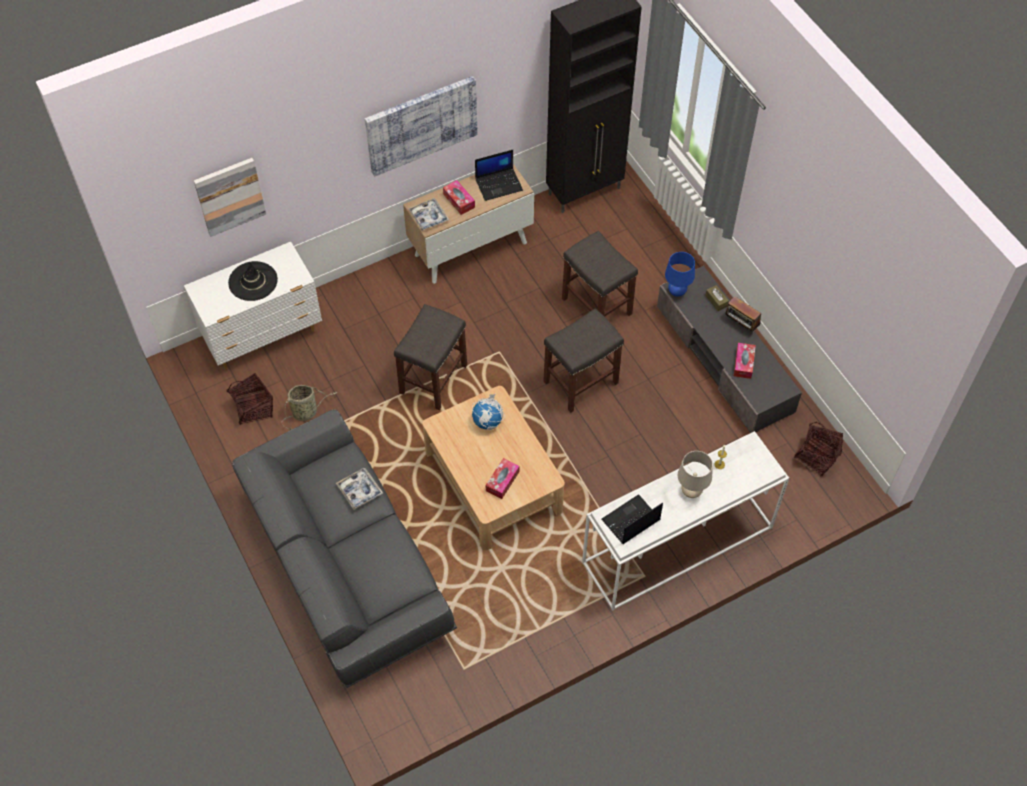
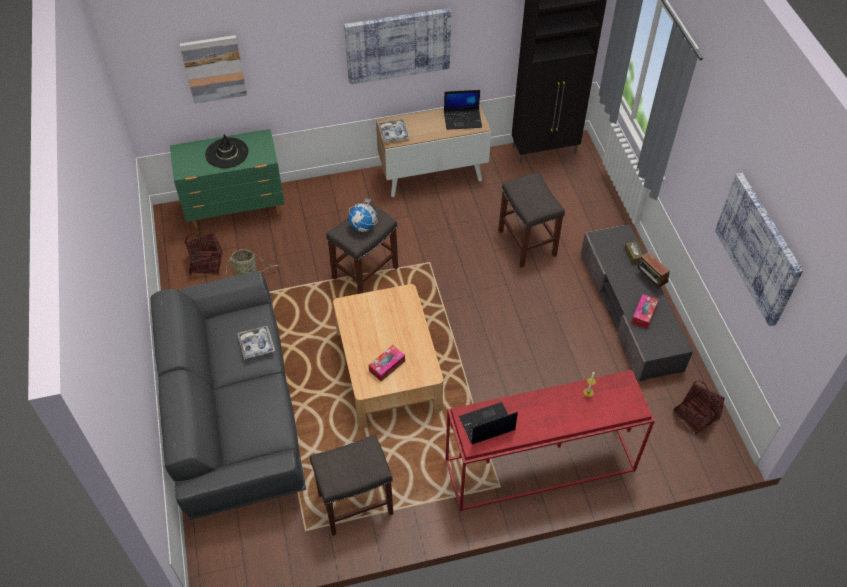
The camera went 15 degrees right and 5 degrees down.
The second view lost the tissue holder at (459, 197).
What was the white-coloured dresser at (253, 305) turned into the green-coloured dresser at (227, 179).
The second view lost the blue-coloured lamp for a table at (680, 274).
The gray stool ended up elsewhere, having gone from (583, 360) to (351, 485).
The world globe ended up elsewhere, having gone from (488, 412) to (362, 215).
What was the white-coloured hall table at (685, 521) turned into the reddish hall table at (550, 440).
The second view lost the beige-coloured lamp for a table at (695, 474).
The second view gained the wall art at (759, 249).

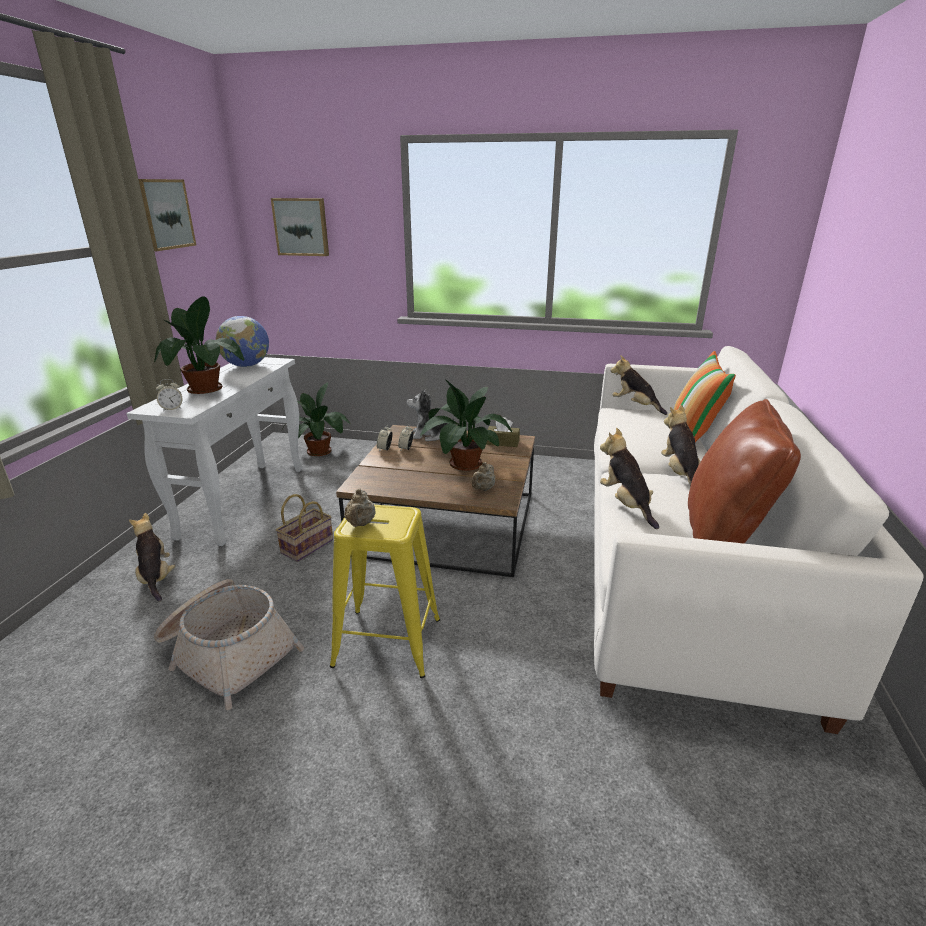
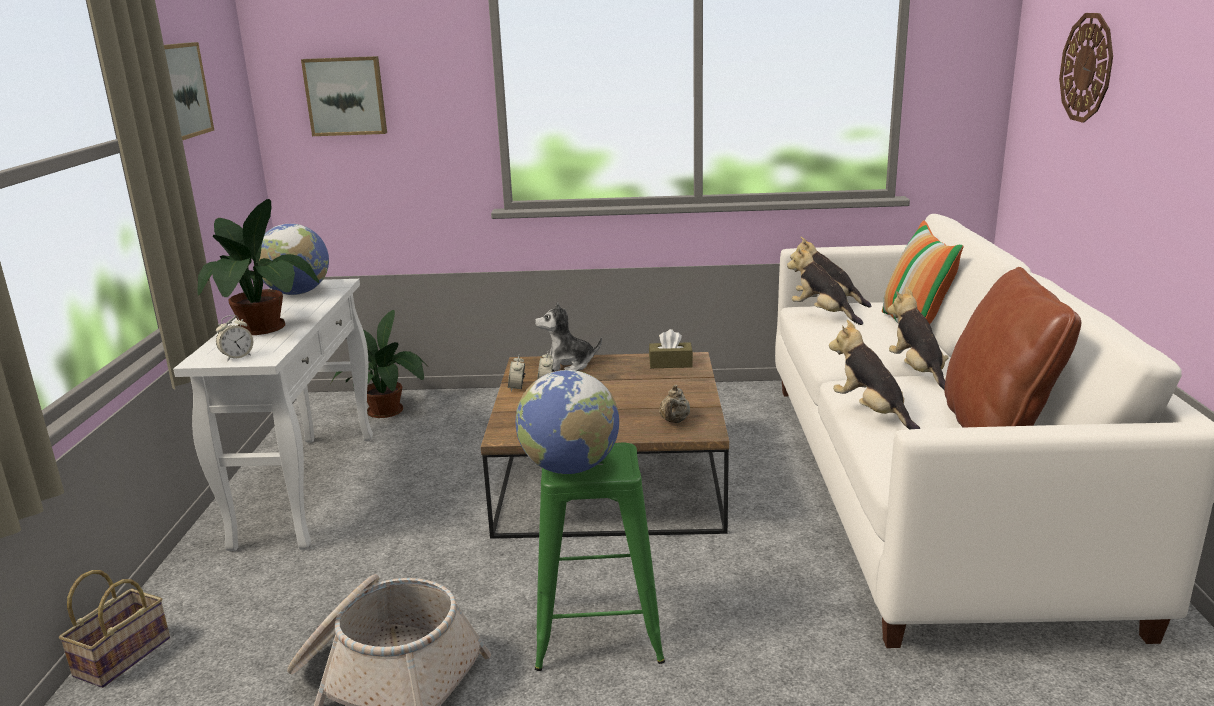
The camera went 10 degrees left and 5 degrees down.
The second view lost the potted plant at (466, 425).
Where the beige-coloured tea pot stood at (359, 507), the world globe came to stand at (567, 422).
The household basket ended up elsewhere, having gone from (304, 528) to (114, 629).
What was the yellowish stool at (385, 591) turned into the green-coloured stool at (600, 556).
The soft toy ended up elsewhere, having gone from (152, 557) to (825, 285).
The second view gained the hanging clock at (1086, 68).

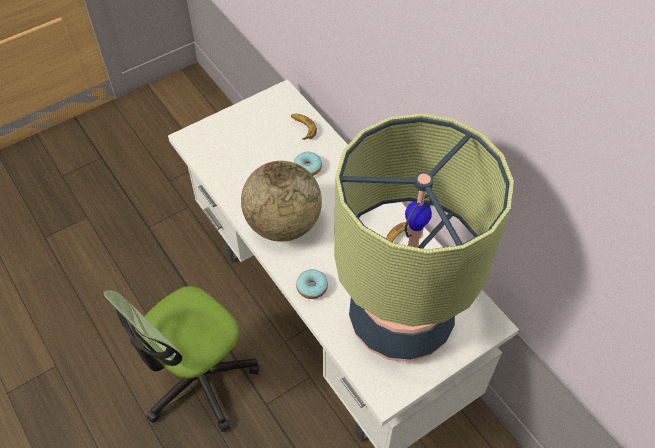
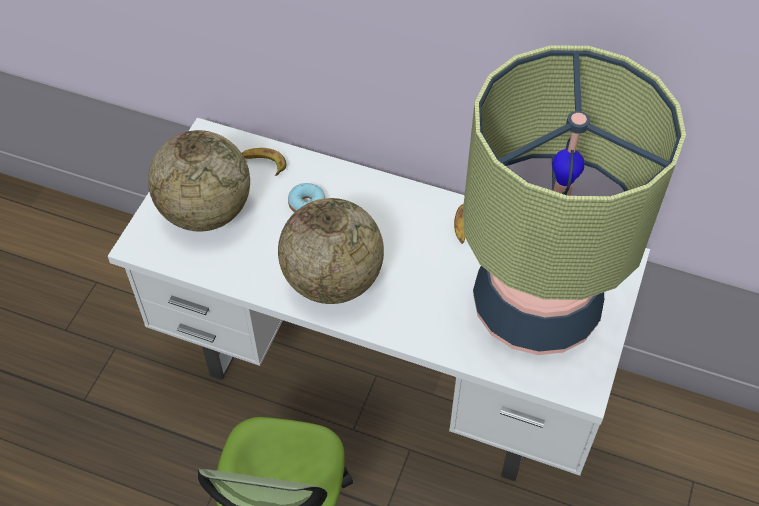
The camera went 35 degrees left and 0 degrees up.
The second view lost the doughnut at (312, 284).
The second view gained the world globe at (199, 181).

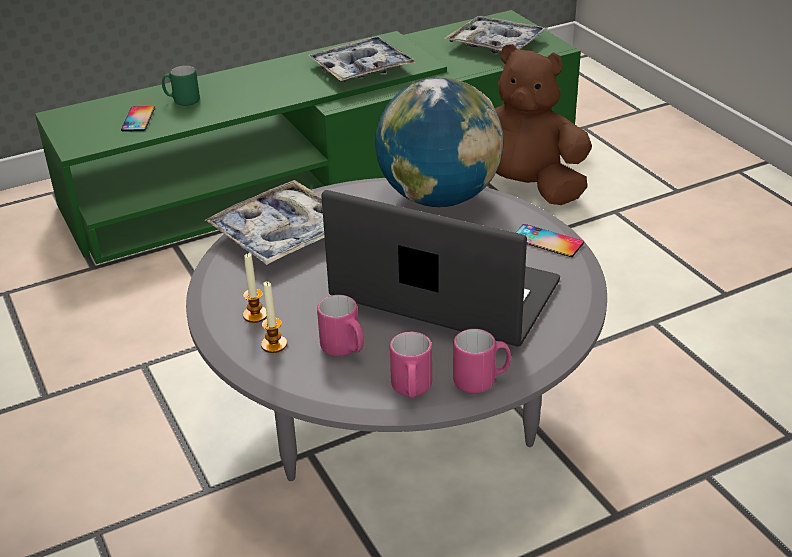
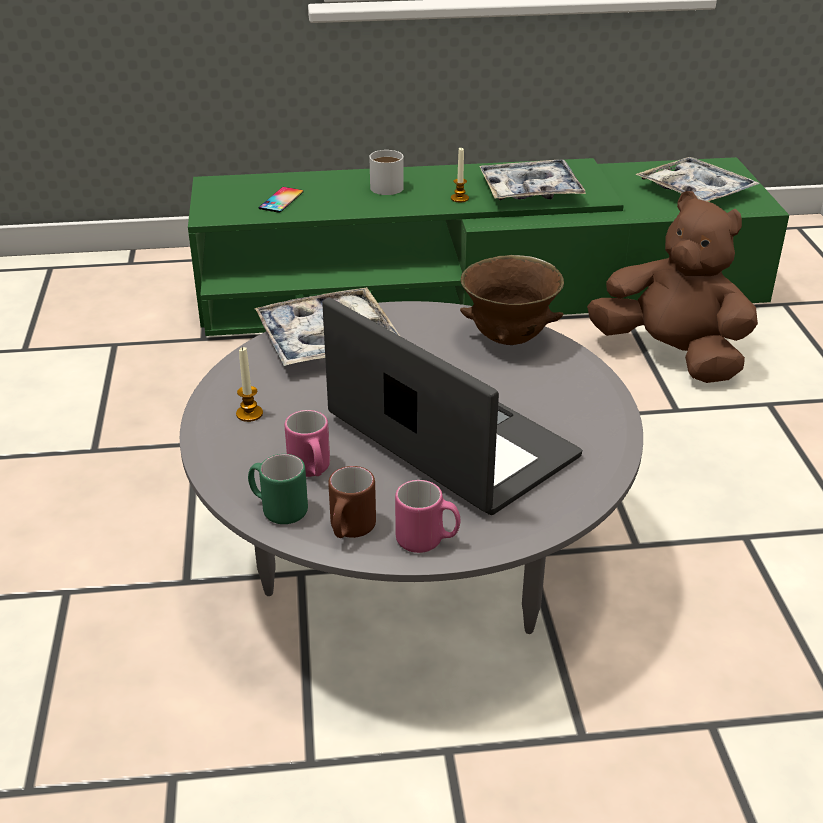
The camera went 20 degrees right and 0 degrees up.
The green-coloured mug ended up elsewhere, having gone from (181, 86) to (278, 489).
Where the world globe stood at (439, 142), the brown bowl came to stand at (512, 300).
The second view lost the phone at (549, 240).
The candle ended up elsewhere, having gone from (274, 317) to (460, 174).
What was the pinkish mug at (411, 365) turned into the brown mug at (352, 502).
The second view gained the white-coloured mug at (386, 172).

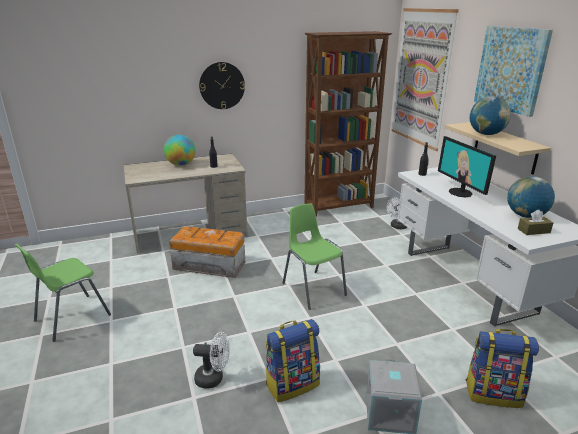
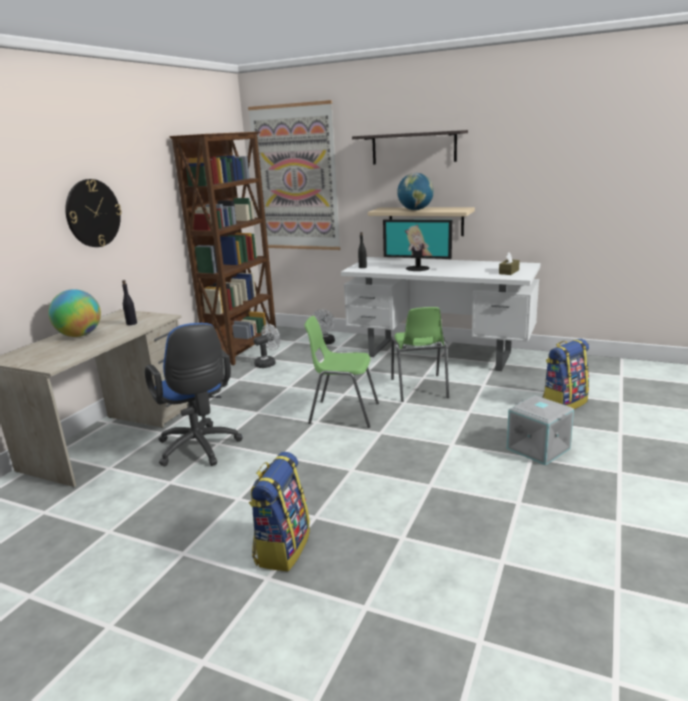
The camera went 45 degrees left and 5 degrees down.
Where the wall art hung at (513, 71), the shelf came to hang at (410, 147).
The second view lost the world globe at (531, 197).
Where the storage box stood at (207, 252), the blue-coloured computer chair came to stand at (193, 394).
The green-coloured chair ended up elsewhere, having gone from (63, 293) to (420, 354).
The backpack ended up elsewhere, having gone from (293, 360) to (279, 511).
The white-coloured cooling fan ended up elsewhere, having gone from (211, 360) to (267, 346).

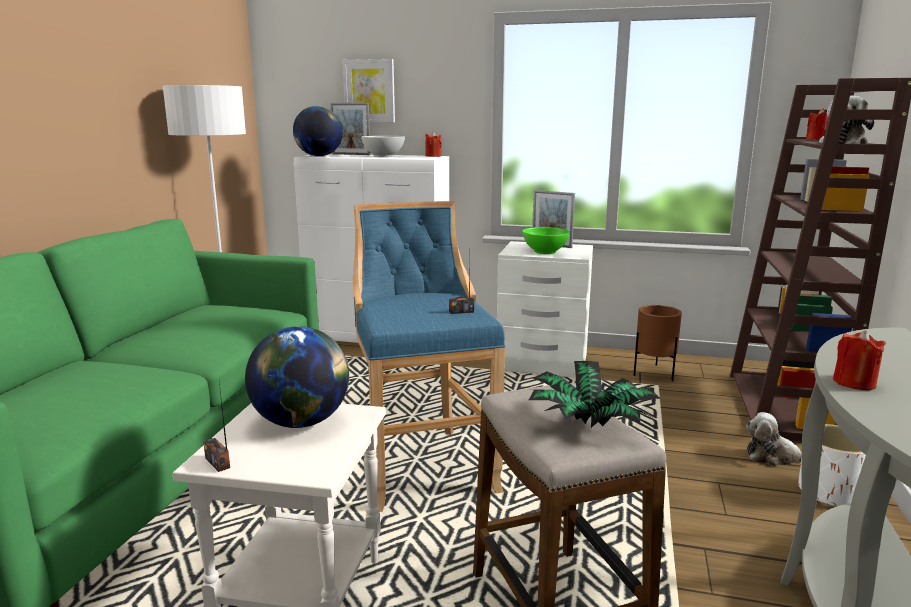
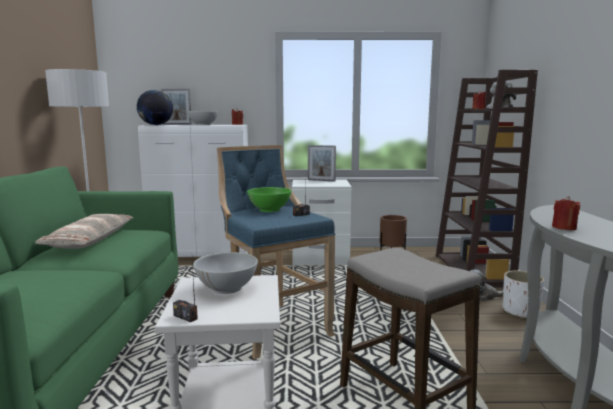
The camera went 15 degrees left and 5 degrees down.
The second view lost the wall art at (369, 91).
The green-coloured bowl ended up elsewhere, having gone from (546, 240) to (269, 199).
Where the world globe stood at (297, 377), the white-coloured bowl came to stand at (225, 273).
The second view lost the potted plant at (593, 394).
The second view gained the cushion at (84, 231).

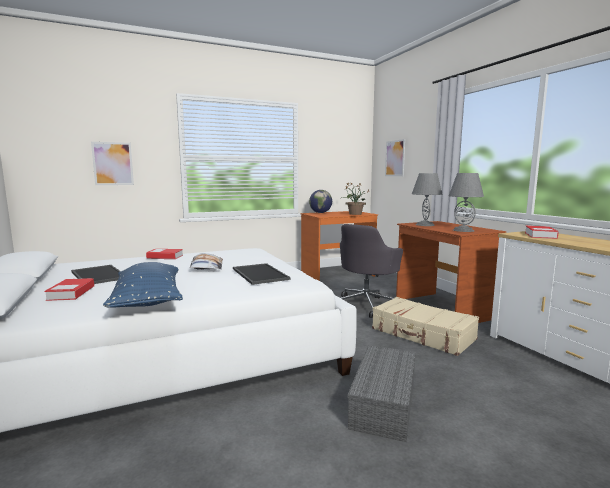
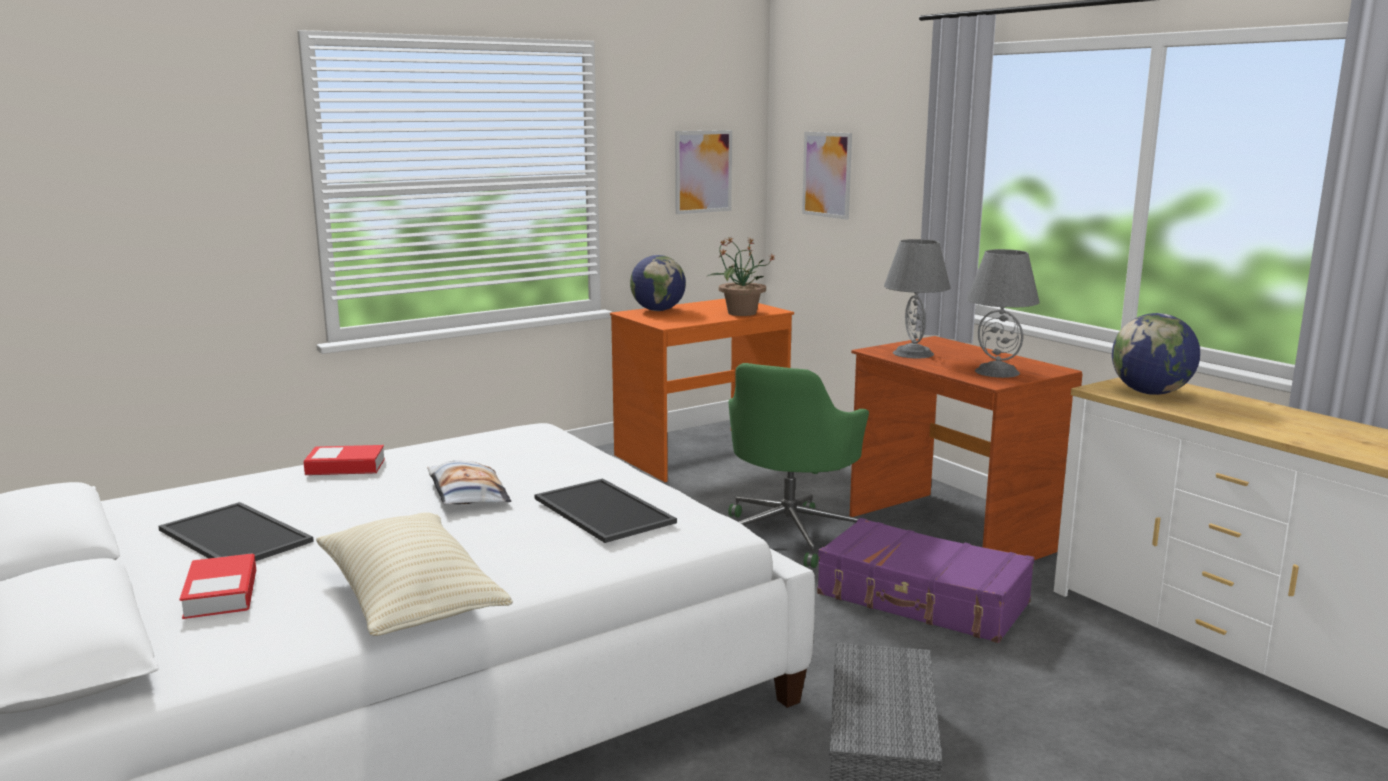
The camera went 10 degrees left and 5 degrees up.
The wall art ended up elsewhere, having gone from (112, 163) to (703, 172).
What was the gray computer chair at (371, 271) turned into the green-coloured computer chair at (798, 465).
Where the book stood at (542, 232), the world globe came to stand at (1156, 354).
What was the blue-coloured cushion at (143, 285) turned into the beige-coloured cushion at (414, 574).
What was the beige-coloured suitcase at (425, 326) turned into the purple suitcase at (925, 580).

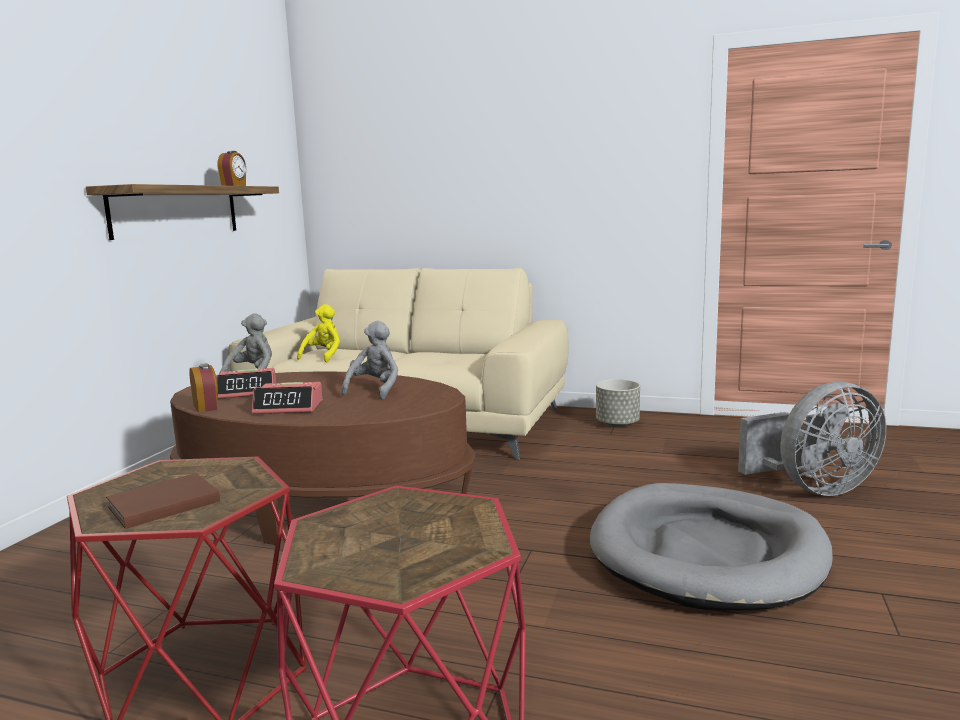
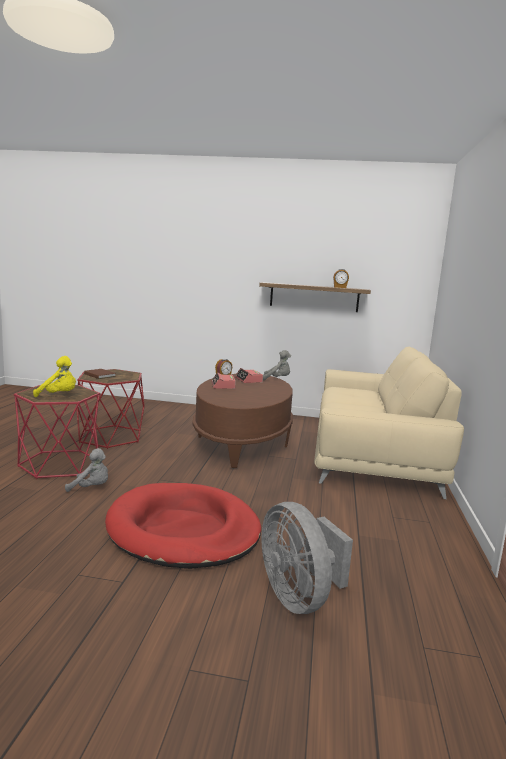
The camera went 80 degrees right and 0 degrees up.
The yellowish soft toy ended up elsewhere, having gone from (318, 333) to (54, 376).
The gray soft toy ended up elsewhere, having gone from (369, 360) to (86, 470).
The second view lost the gray planter at (618, 403).
What was the gray dog cushion at (711, 547) turned into the reddish dog cushion at (183, 526).

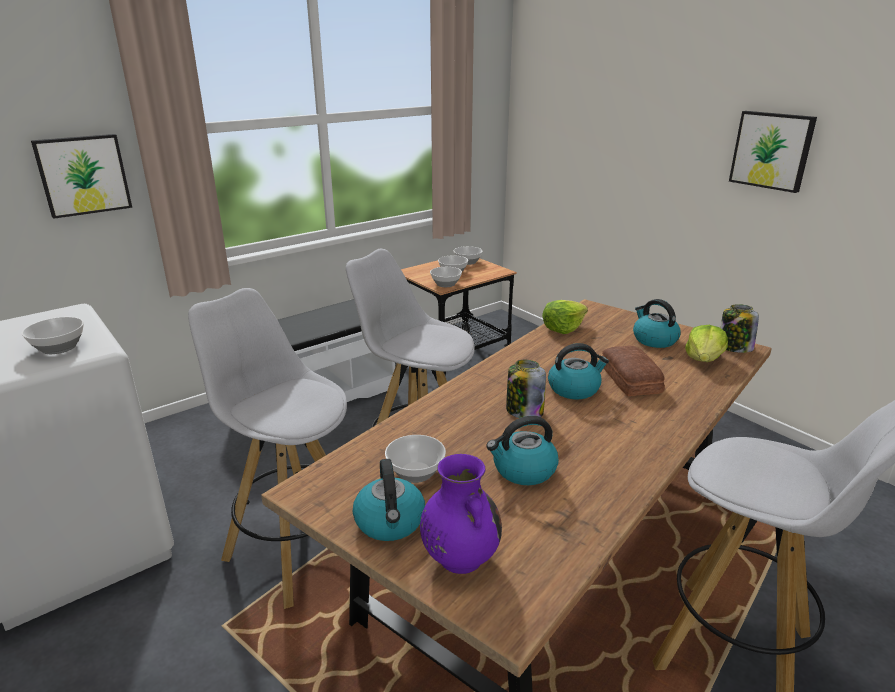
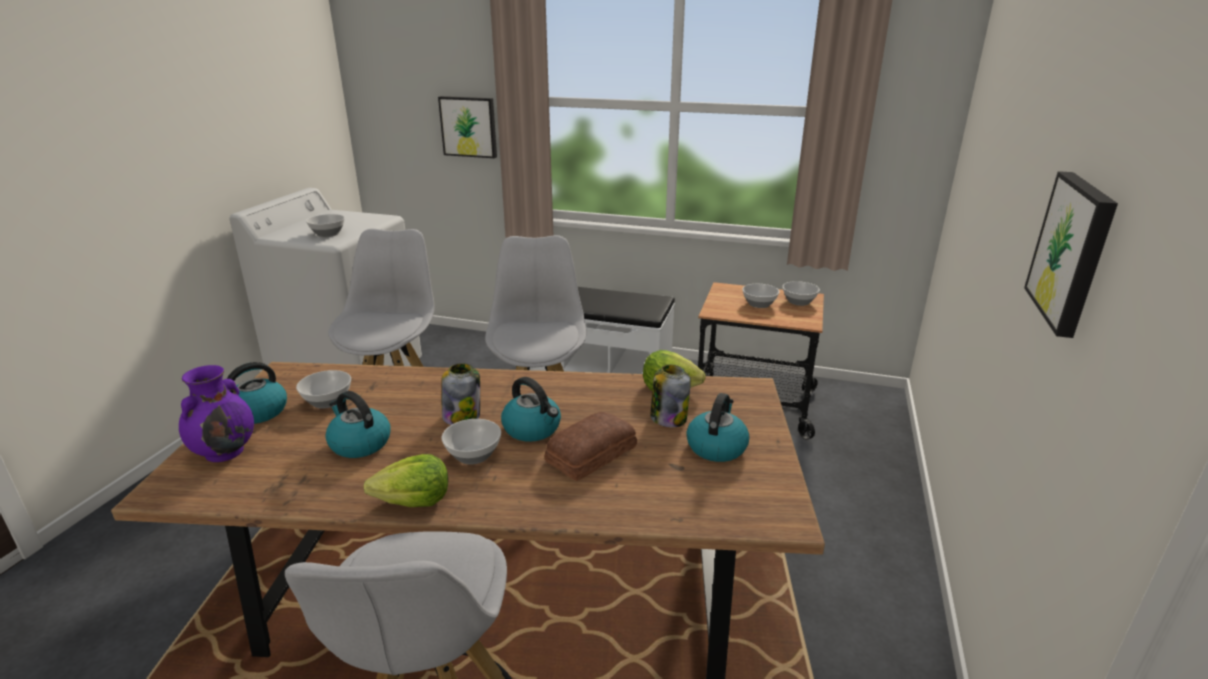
The camera went 55 degrees right and 0 degrees up.
The bowl ended up elsewhere, having gone from (446, 277) to (471, 441).
The jar ended up elsewhere, having gone from (740, 328) to (670, 396).
The lettuce head ended up elsewhere, having gone from (706, 343) to (406, 480).

